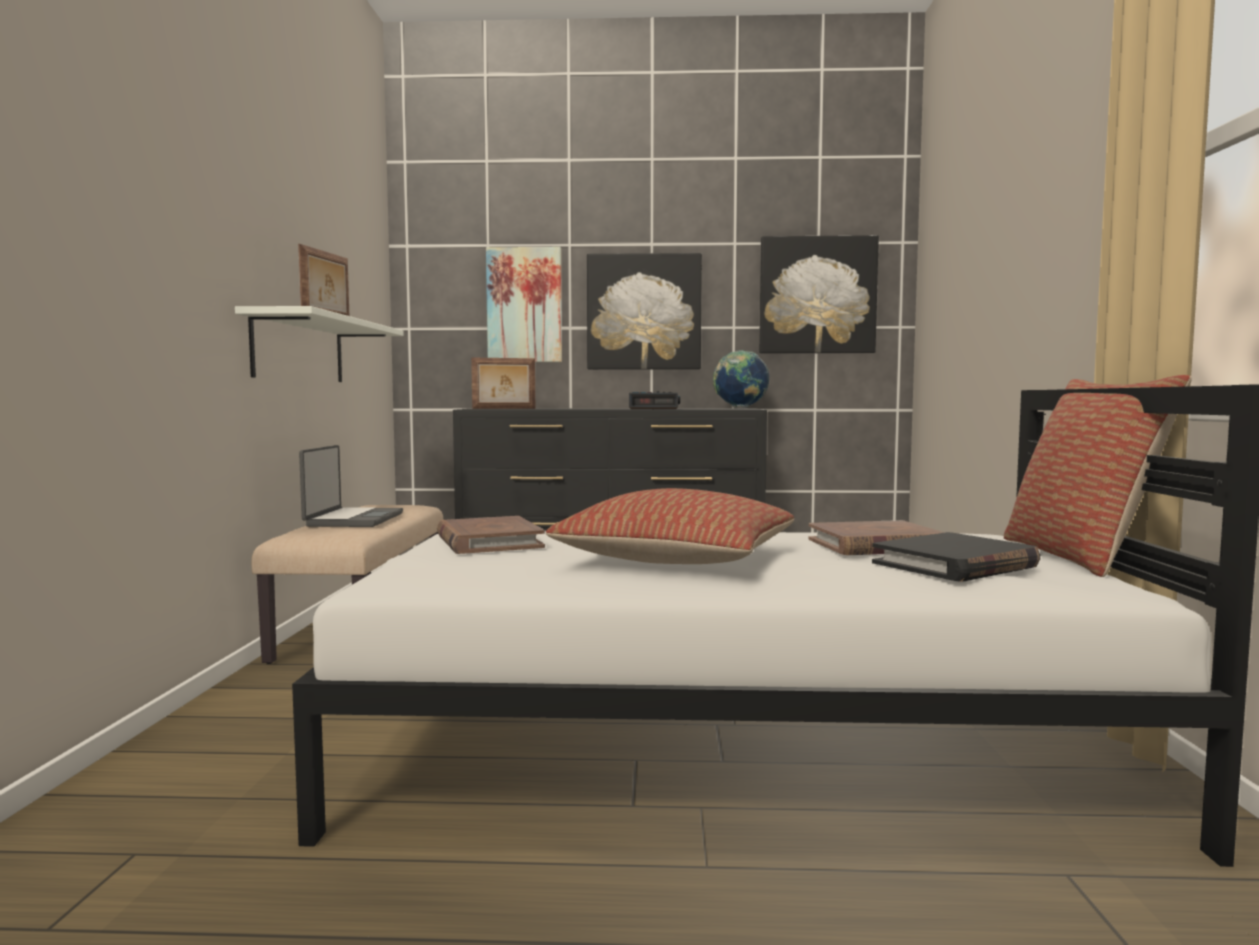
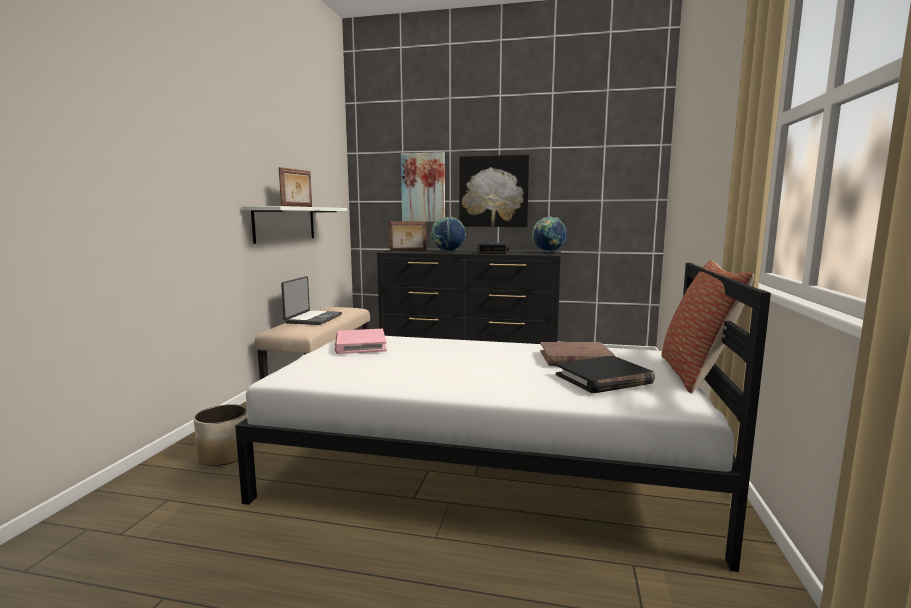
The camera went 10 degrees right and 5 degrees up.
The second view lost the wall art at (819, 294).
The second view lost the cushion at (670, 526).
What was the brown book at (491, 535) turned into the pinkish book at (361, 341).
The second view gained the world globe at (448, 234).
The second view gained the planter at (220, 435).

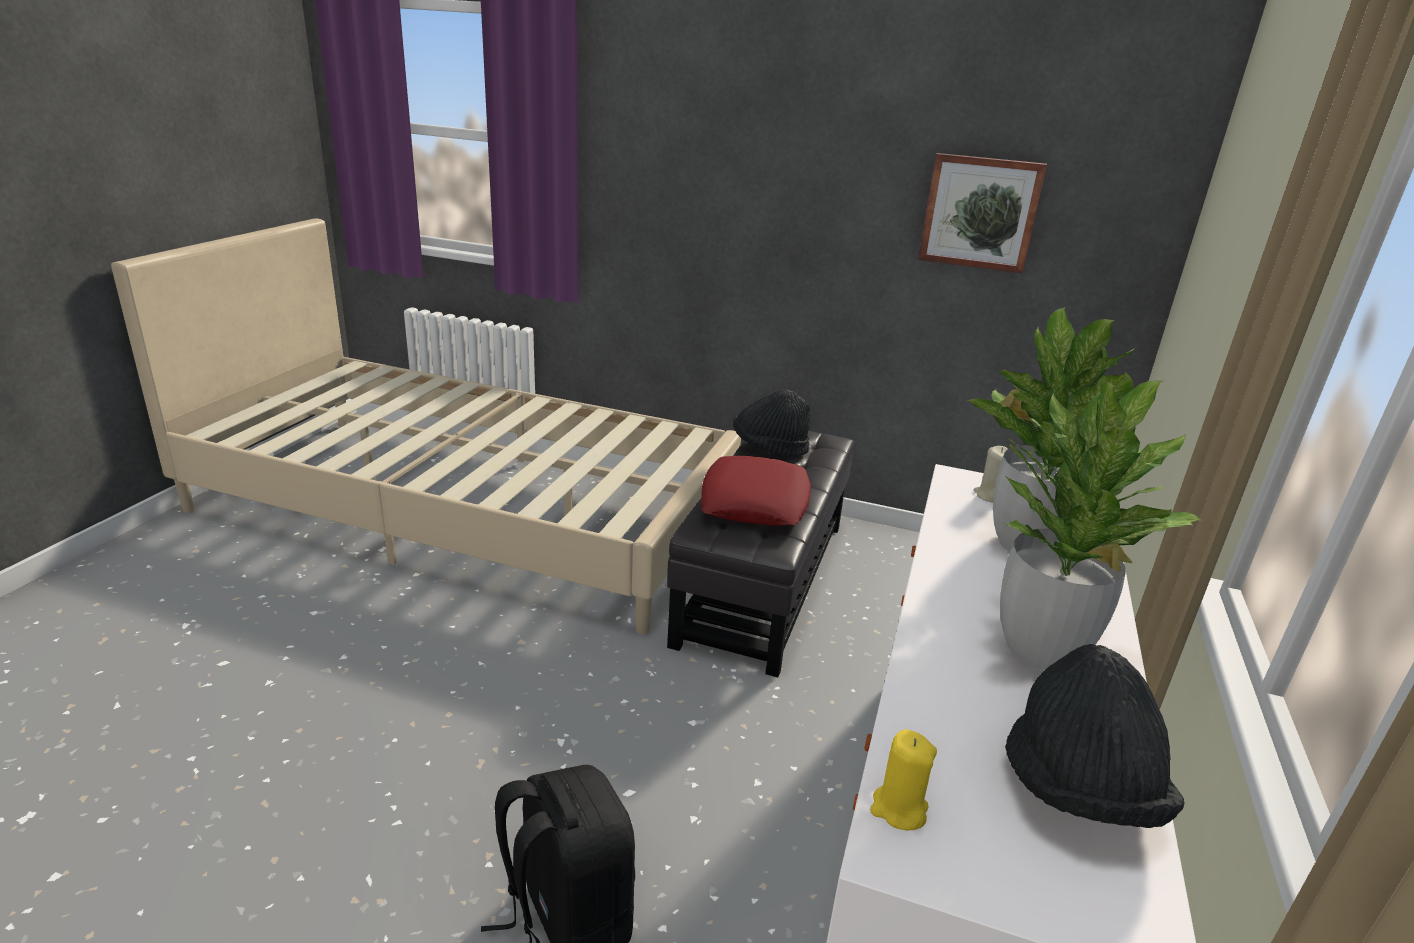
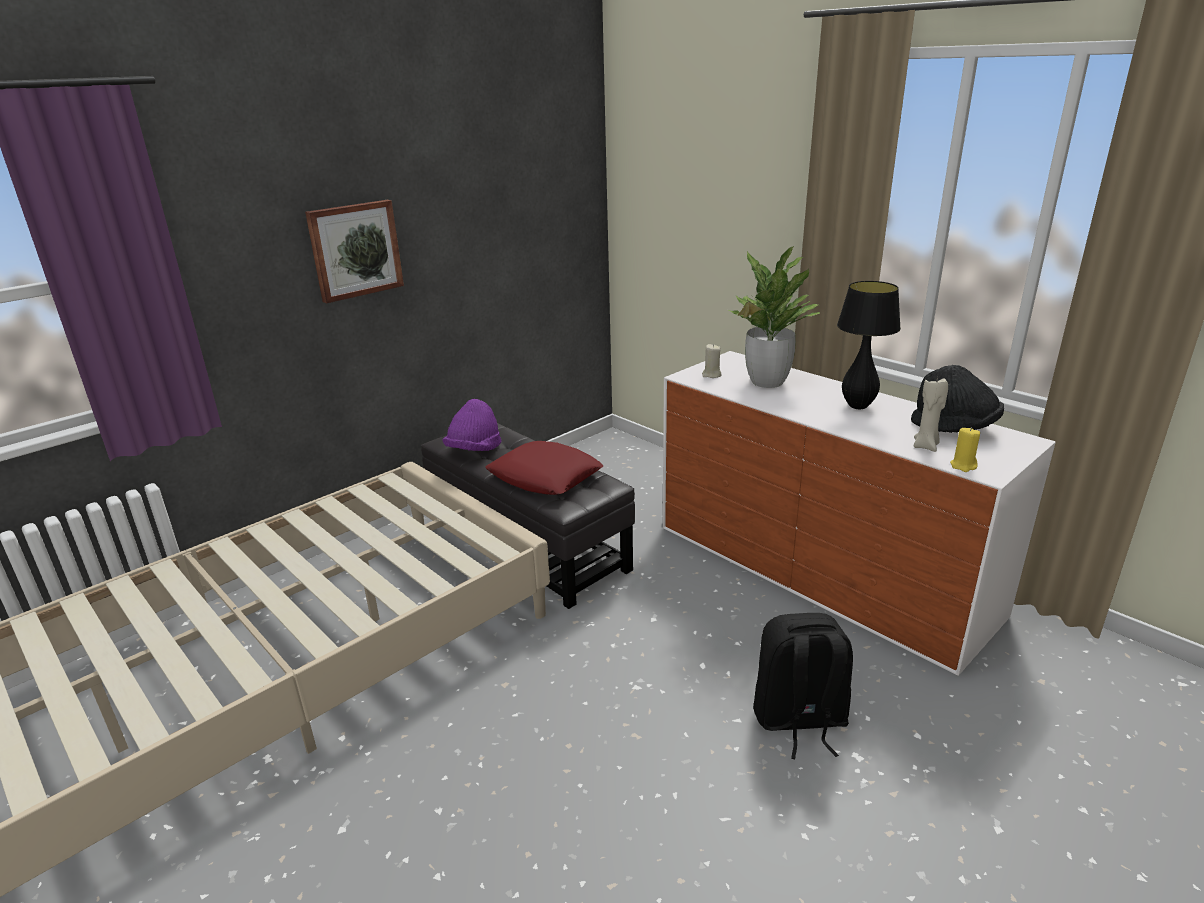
The camera went 60 degrees left and 0 degrees up.
The wall art ended up elsewhere, having gone from (982, 213) to (354, 251).
Where the potted plant stood at (1101, 525), the black-coloured lamp for a table came to stand at (869, 345).
What was the black-coloured wearable hat at (771, 423) turned into the purple wearable hat at (472, 425).
The second view gained the beige-coloured candle at (931, 414).

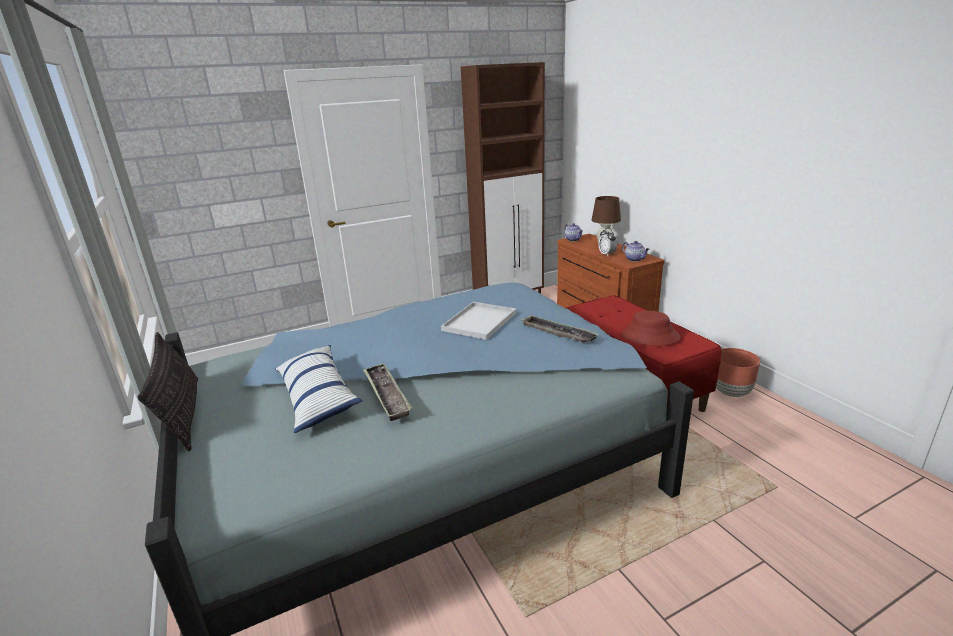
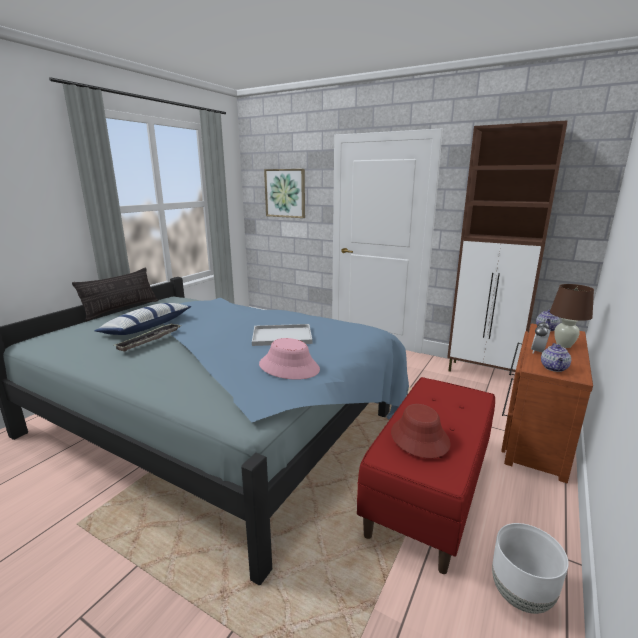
The camera went 55 degrees right and 5 degrees down.
Where the carrying tray stood at (560, 328), the pinkish wearable hat came to stand at (289, 359).
What was the brown planter at (738, 372) turned into the white-coloured planter at (530, 568).
The second view gained the wall art at (284, 193).

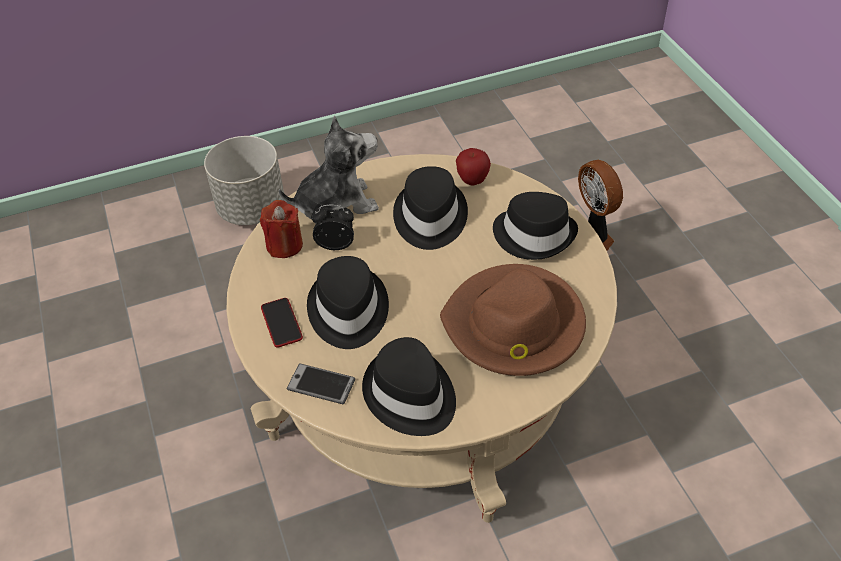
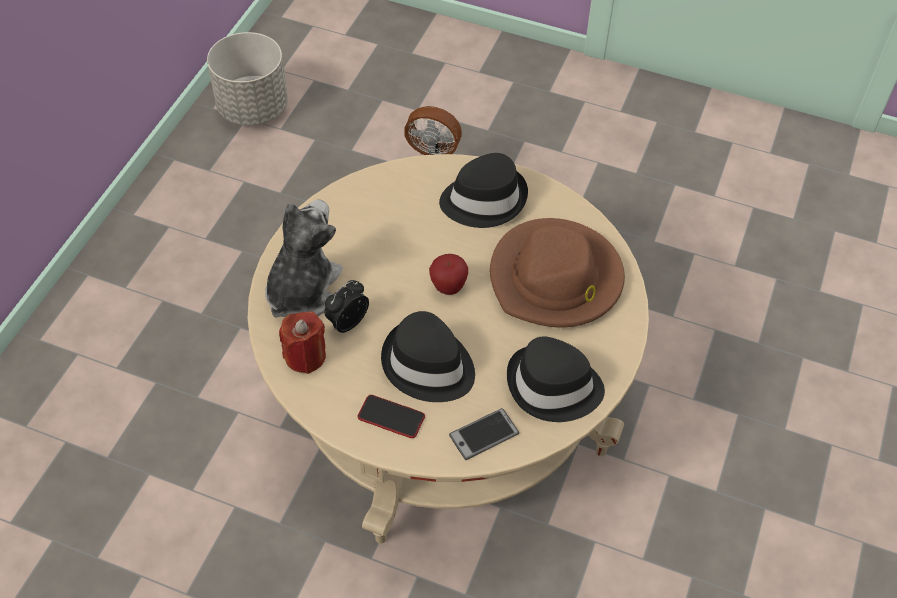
The camera went 50 degrees left and 5 degrees up.
The gray planter ended up elsewhere, having gone from (244, 180) to (247, 79).
The whole apple ended up elsewhere, having gone from (473, 166) to (448, 274).
The second view lost the black-coloured wearable hat at (430, 208).

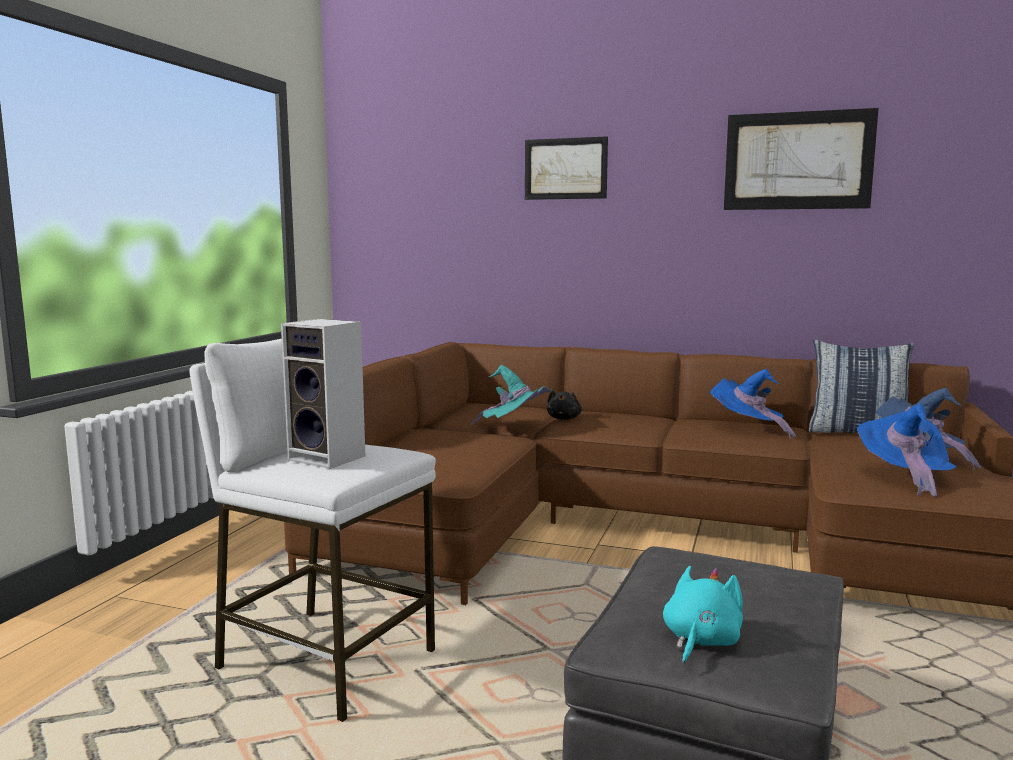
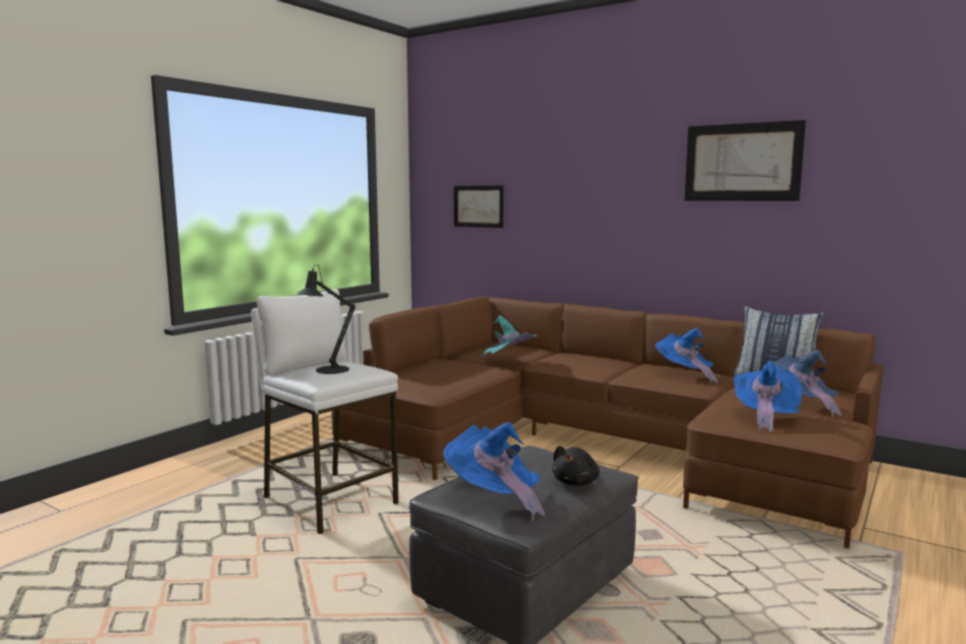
The camera went 15 degrees right and 0 degrees up.
The wall art ended up elsewhere, having gone from (566, 168) to (478, 206).
Where the audio speaker stood at (323, 394), the black-coloured lamp for a table came to stand at (326, 319).
The black-coloured soft toy ended up elsewhere, having gone from (564, 405) to (576, 465).
Where the turquoise soft toy stood at (703, 615), the blue-coloured wearable hat came to stand at (494, 471).

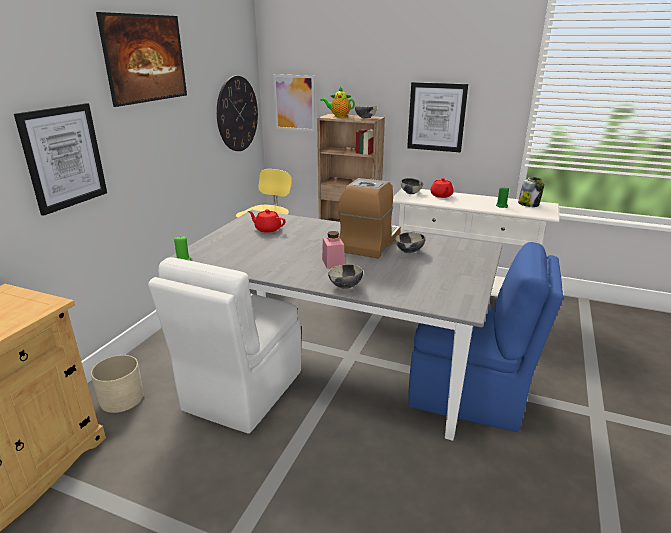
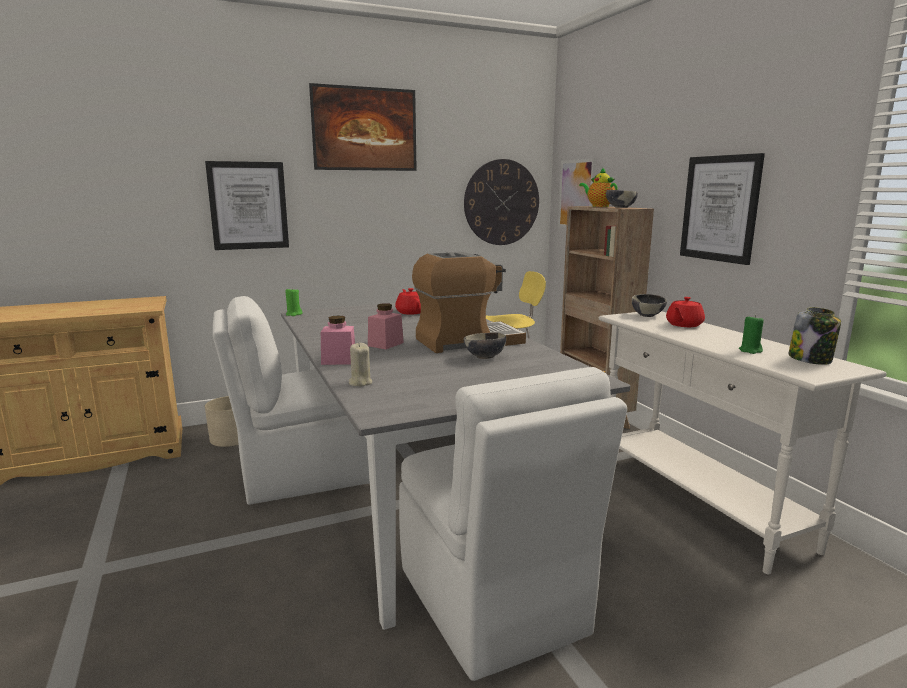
The camera went 45 degrees right and 10 degrees down.
What was the blue-coloured chair at (485, 337) turned into the white-coloured chair at (513, 524).
Where the bowl stood at (345, 276), the pinkish jar came to stand at (338, 340).
The second view gained the beige-coloured candle at (360, 364).

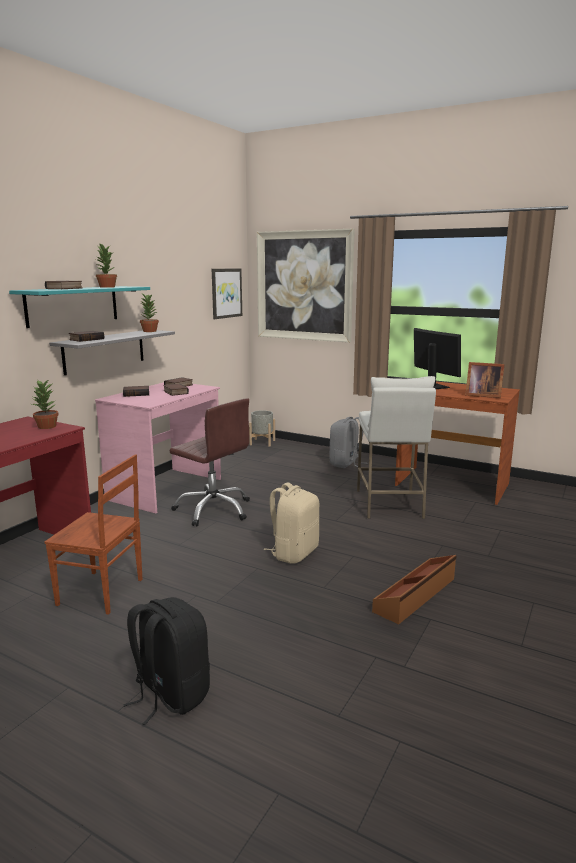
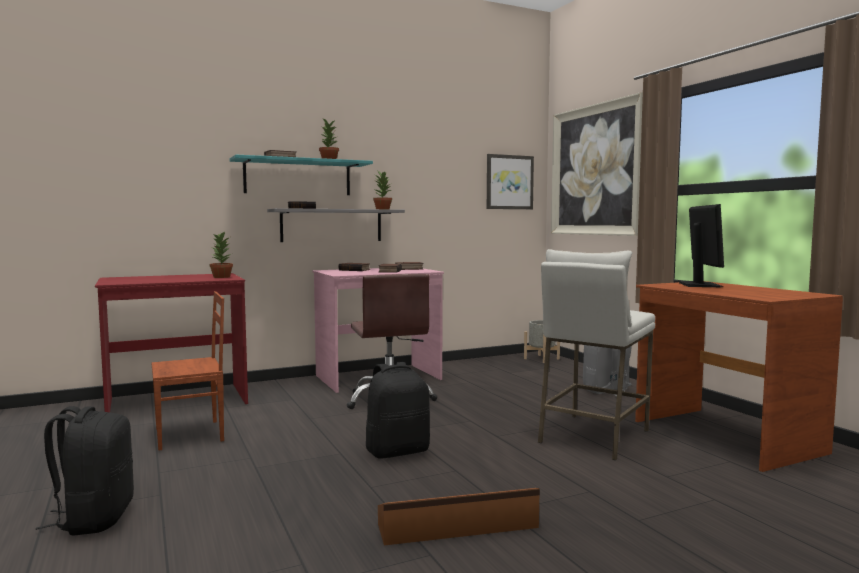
The camera went 35 degrees right and 10 degrees down.
The second view lost the photo frame at (484, 380).
The brown chair at (94, 534) ended up facing another way, 75 degrees counterclockwise from before.
What was the beige-coloured backpack at (291, 523) turned into the black-coloured backpack at (398, 410).

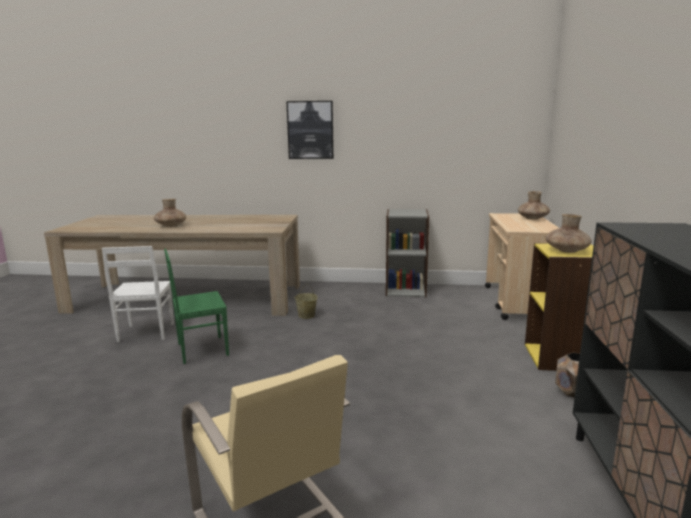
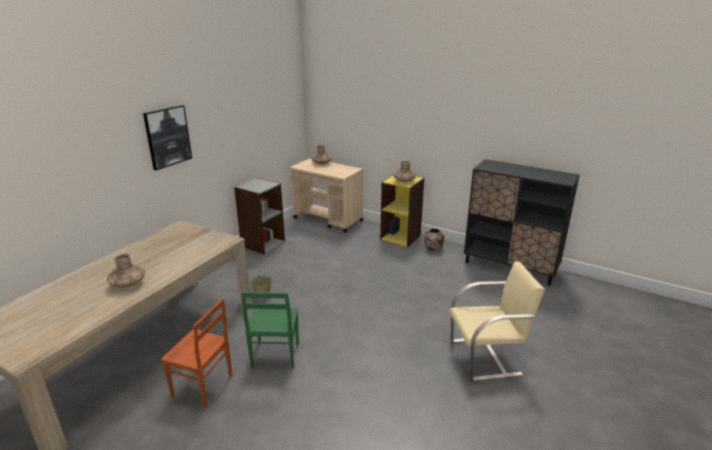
The camera went 65 degrees left and 10 degrees up.
What was the white-coloured chair at (138, 294) turned into the brown chair at (196, 352).

